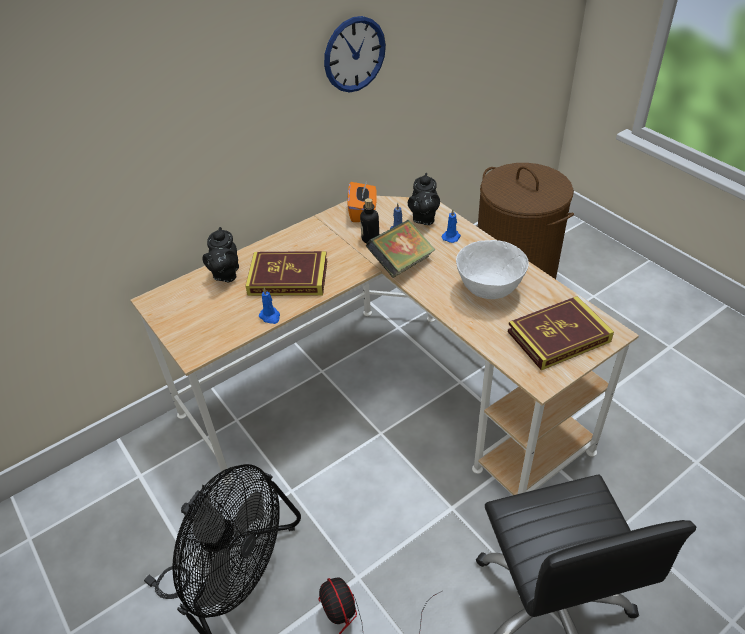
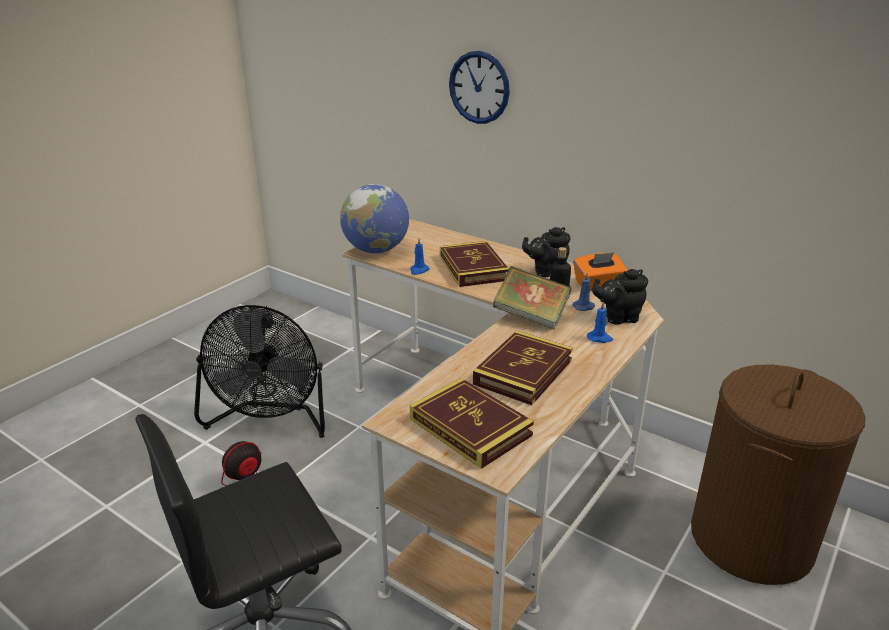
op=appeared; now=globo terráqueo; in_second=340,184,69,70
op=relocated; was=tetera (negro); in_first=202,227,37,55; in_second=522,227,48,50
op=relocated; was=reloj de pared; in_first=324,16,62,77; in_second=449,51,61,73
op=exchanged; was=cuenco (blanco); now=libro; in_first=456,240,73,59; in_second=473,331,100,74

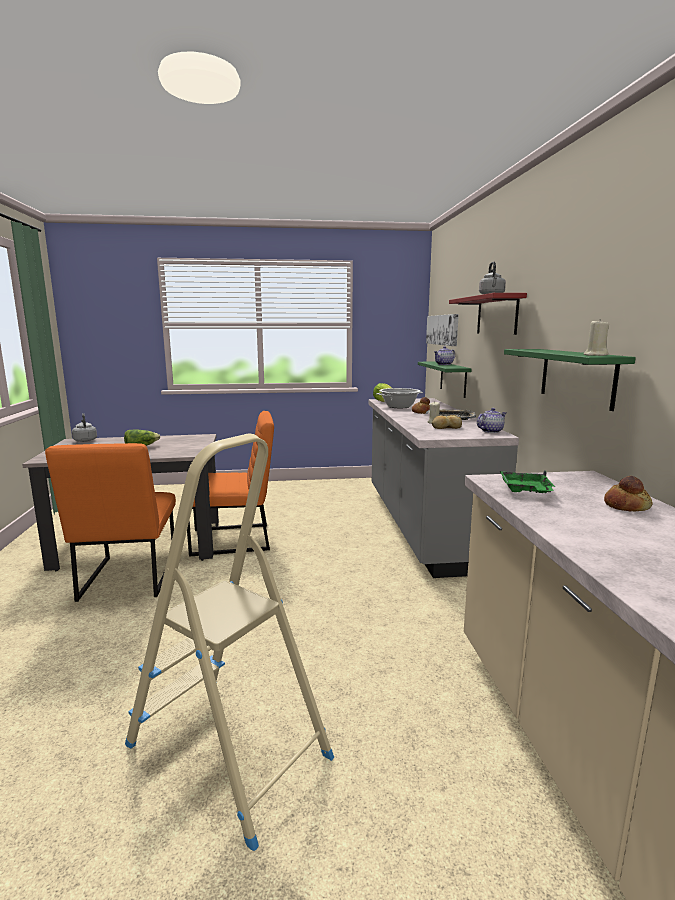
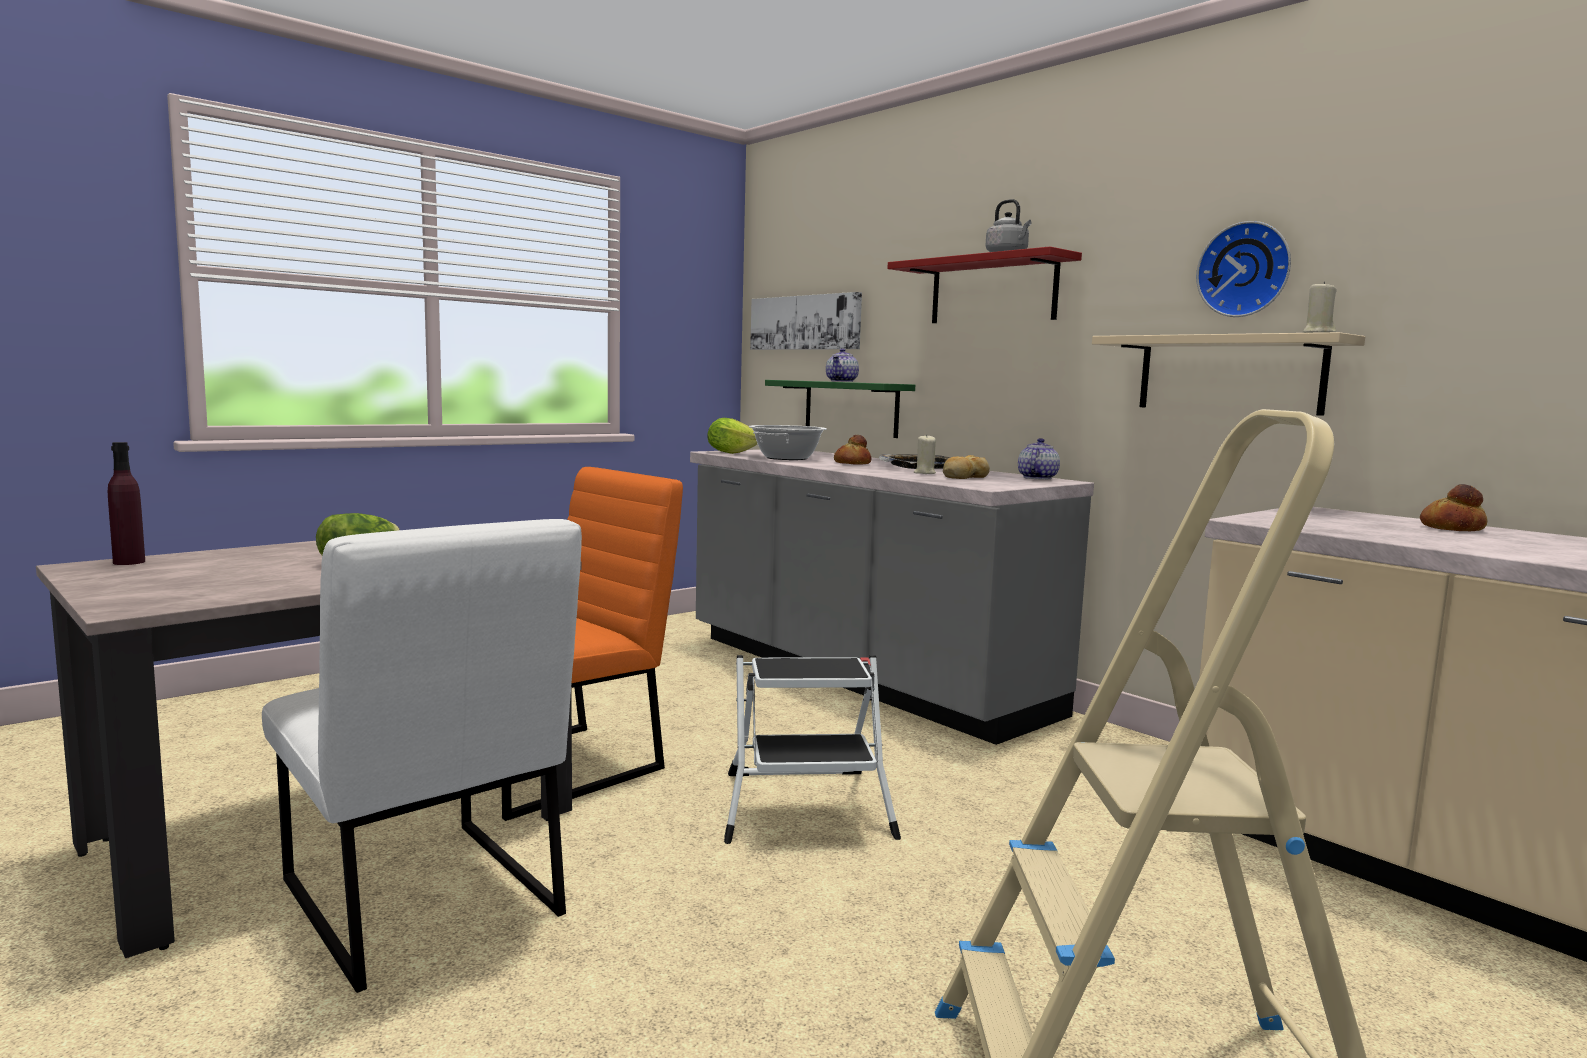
op=missing; was=bandeja (verde); in_first=500,470,55,23
op=appeared; now=escalera de tijera; in_second=724,655,177,189
op=appeared; now=reloj de pared; in_second=1196,221,95,96
op=exchanged; was=hervidor (gris); now=botella (morado); in_first=72,413,25,29; in_second=108,442,37,123
op=colour; was=silla (naranja); now=silla (blanco); in_first=45,443,131,159; in_second=262,519,320,474
op=colour; was=estante (verde); now=estante (beis); in_first=504,349,132,62; in_second=1092,332,273,84

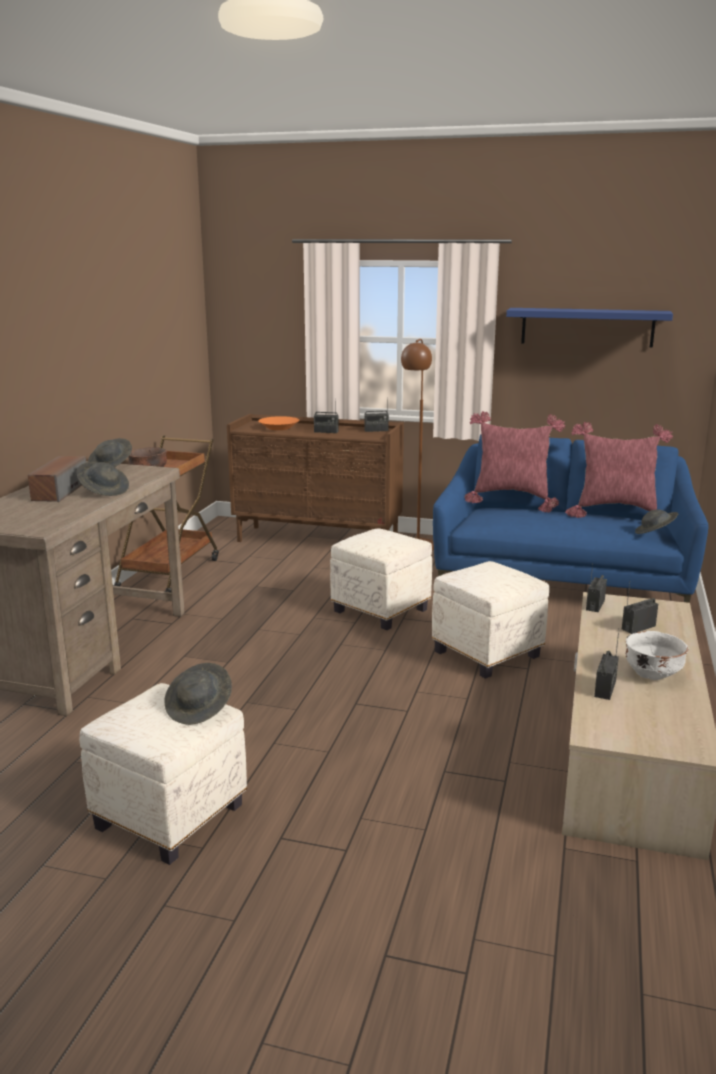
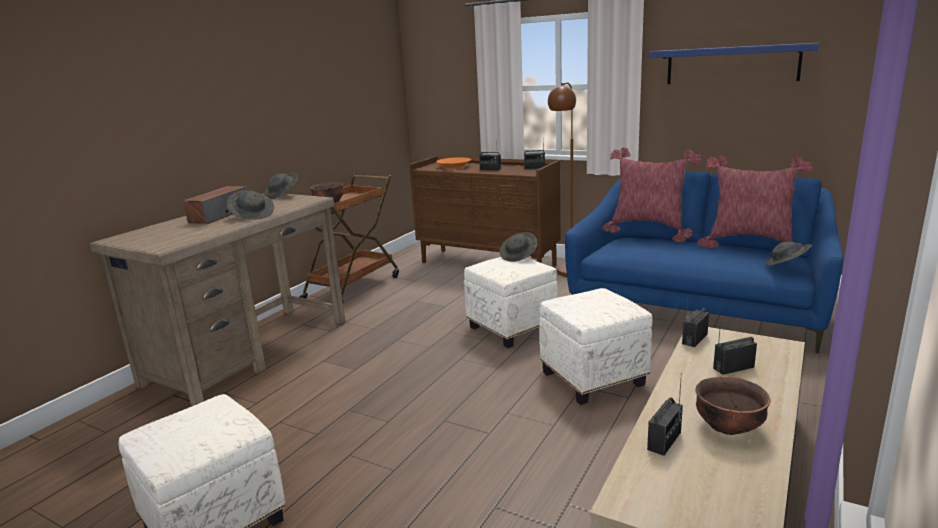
op=relocated; was=sombrero (gris); in_first=164,663,68,62; in_second=500,232,38,30
op=colour; was=cuenco (blanco); now=cuenco (marrón); in_first=626,631,63,49; in_second=695,376,76,59

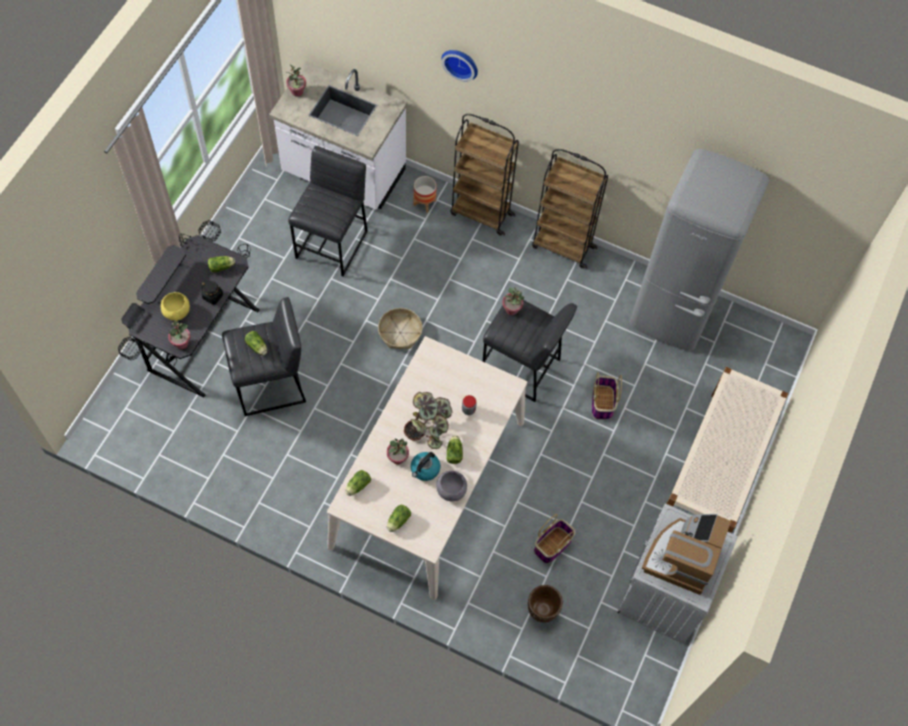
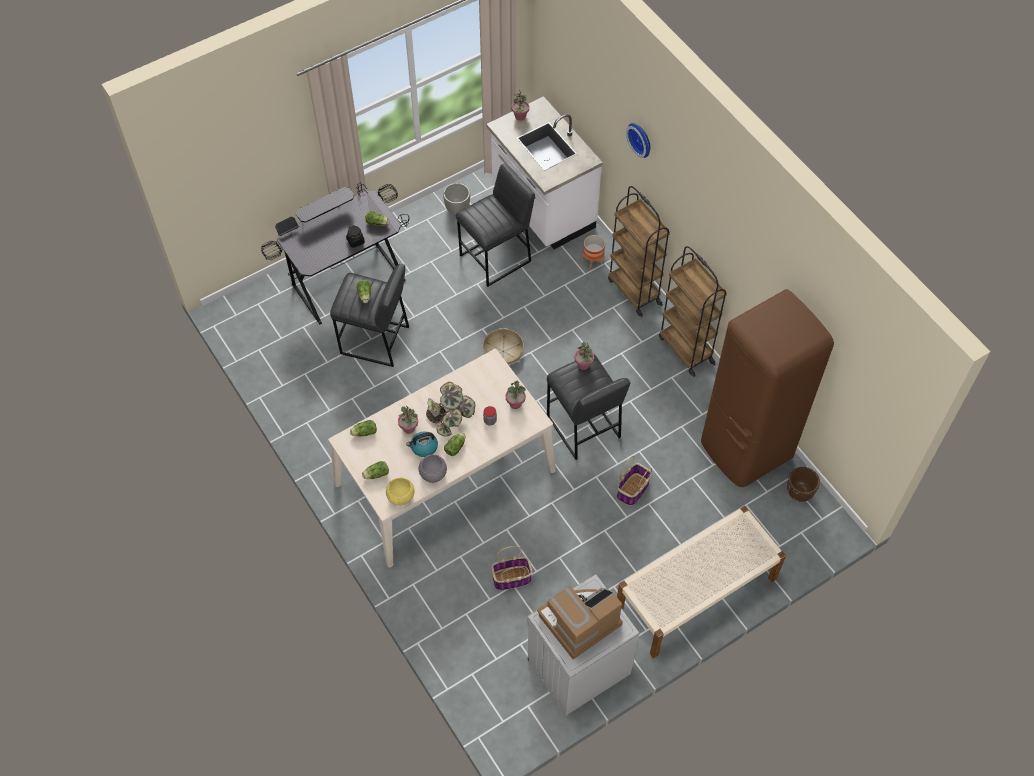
op=appeared; now=maceta (gris); in_second=443,183,27,31
op=relocated; was=cuenco (amarillo); in_first=161,292,29,29; in_second=386,478,29,28
op=relocated; was=planta en maceta; in_first=168,321,22,28; in_second=506,380,20,29
op=relocated; was=maceta (marrón); in_first=528,585,35,38; in_second=787,467,33,35
op=colour; was=nevera (gris); now=nevera (marrón); in_first=630,149,139,202; in_second=701,289,133,198

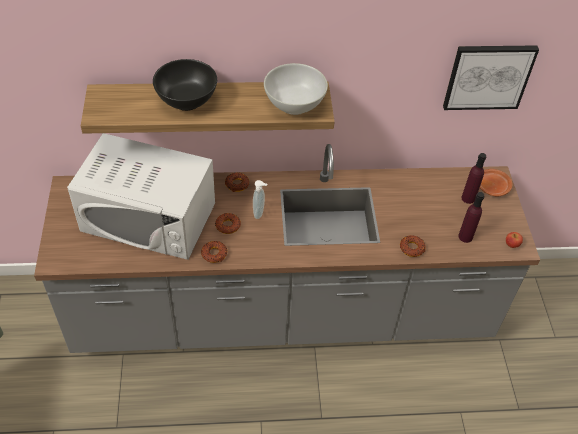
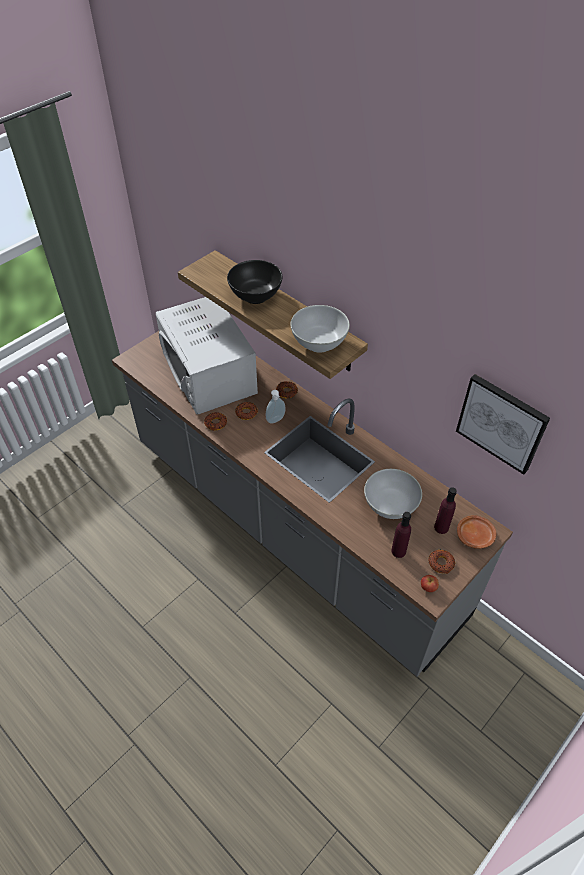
op=appeared; now=cuenco (blanco); in_second=364,469,58,50
op=relocated; was=rosquilla; in_first=400,235,26,22; in_second=429,550,26,24

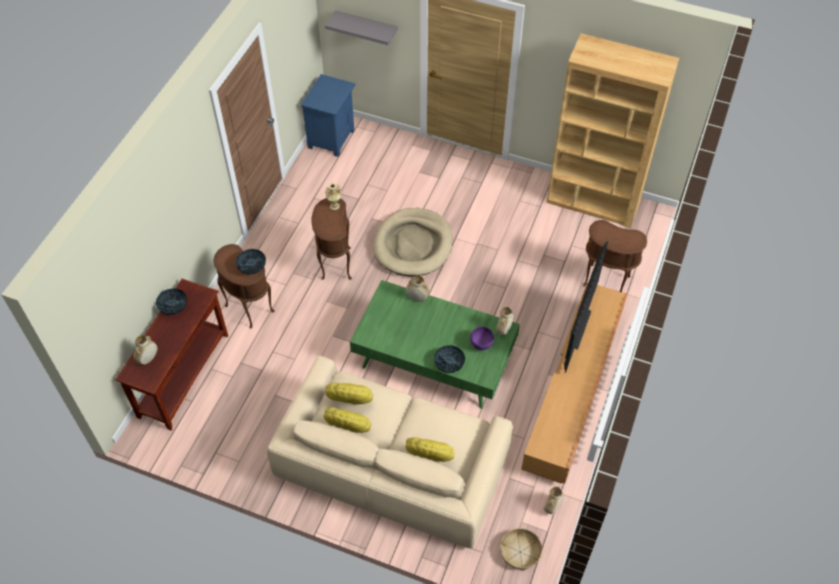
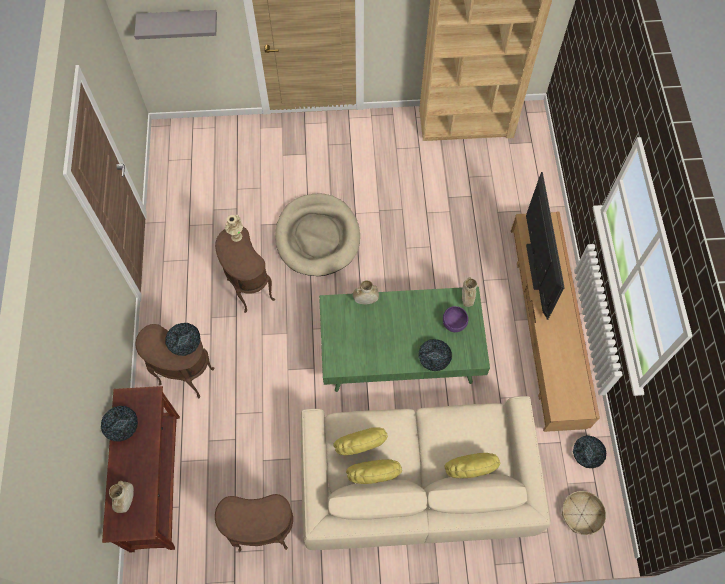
op=missing; was=mesita de noche (azul); in_first=301,74,54,83
op=relocated; was=mesa auxiliar (marrón); in_first=583,220,64,72; in_second=215,494,78,58
op=exchanged; was=florero (beis); now=cuenco; in_first=544,486,19,28; in_second=573,436,33,32

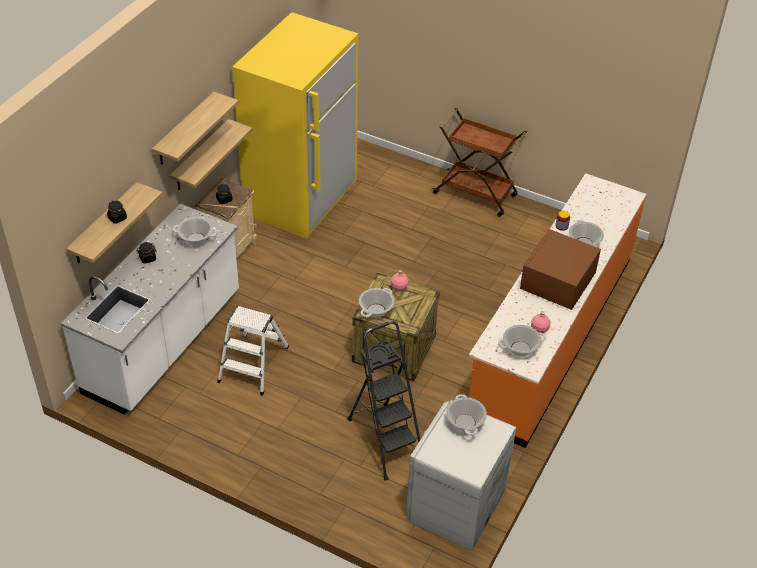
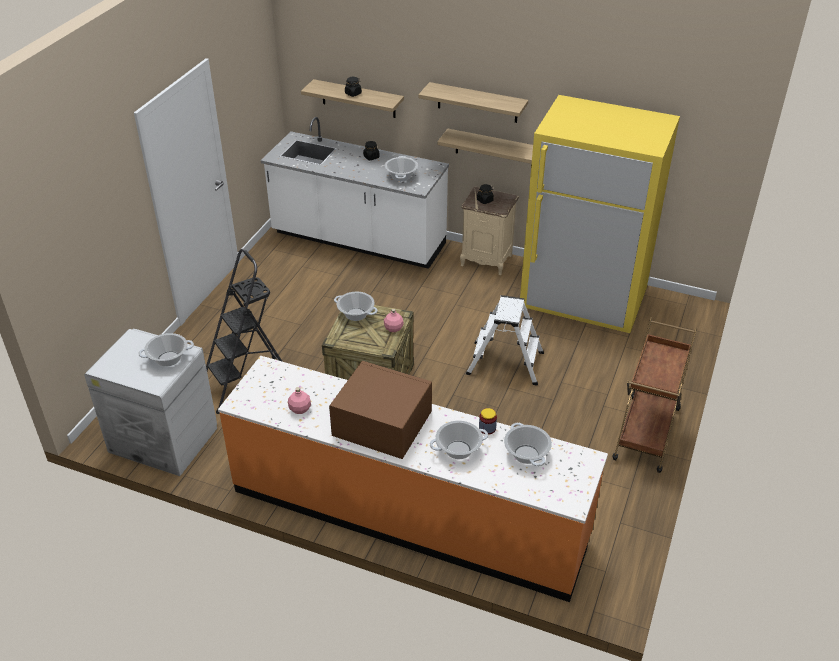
op=relocated; was=escalera de tijera (blanco); in_first=217,305,72,91; in_second=466,295,78,91
op=relocated; was=olla; in_first=498,325,48,31; in_second=504,423,48,43

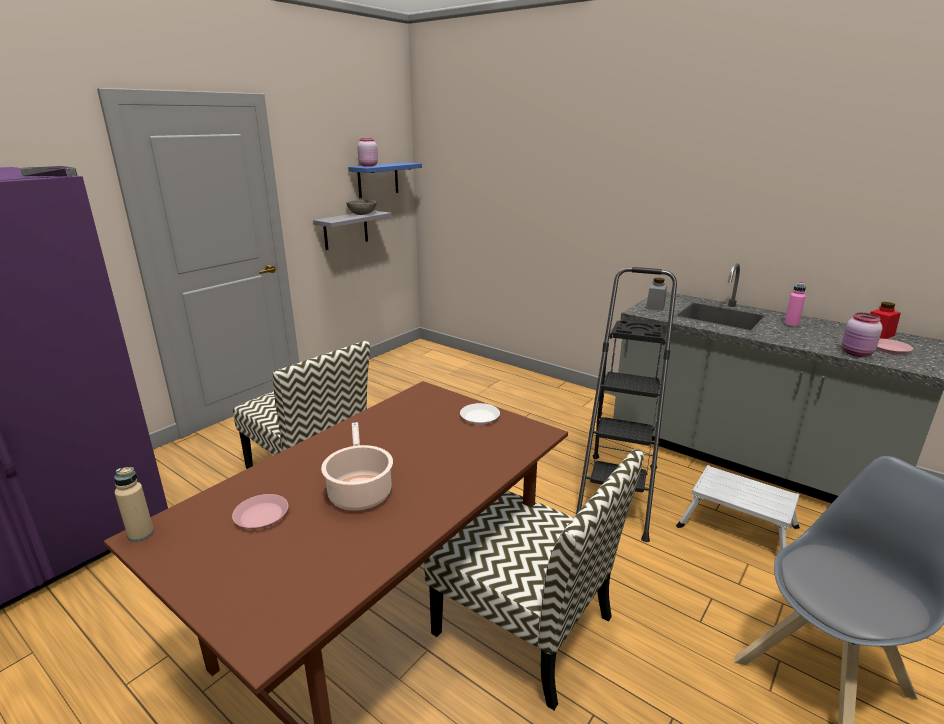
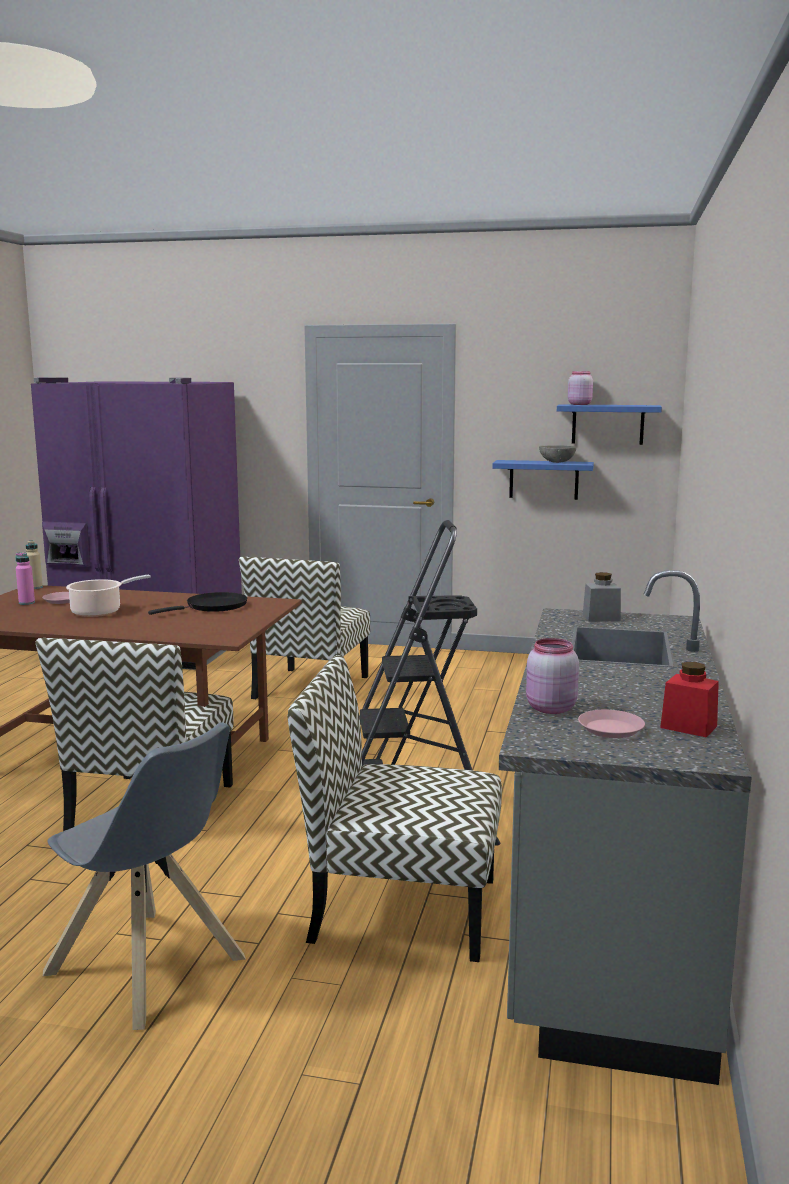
op=missing; was=plato (blanco); in_first=460,403,40,22
op=appeared; now=sartén (negro); in_second=148,592,99,23
op=relocated; was=botella (rosa); in_first=784,282,22,45; in_second=16,553,19,52
op=exchanged; was=escalera de tijera (blanco); now=silla; in_first=676,465,124,86; in_second=287,655,215,307
op=colour; was=estante (gris); now=estante (azul); in_first=313,210,79,40; in_second=492,460,102,40

